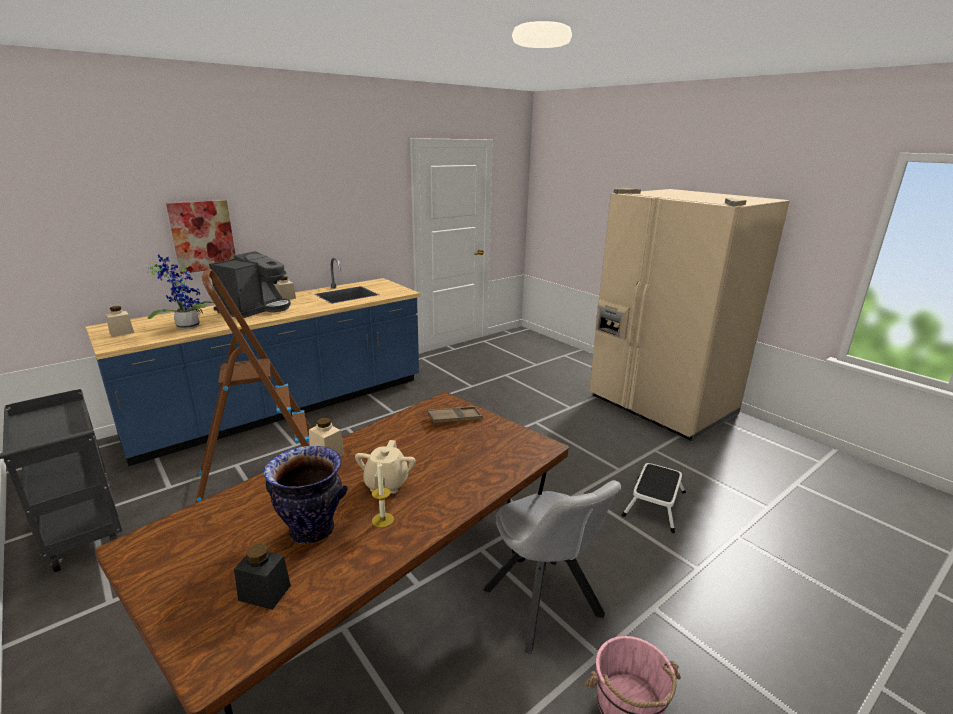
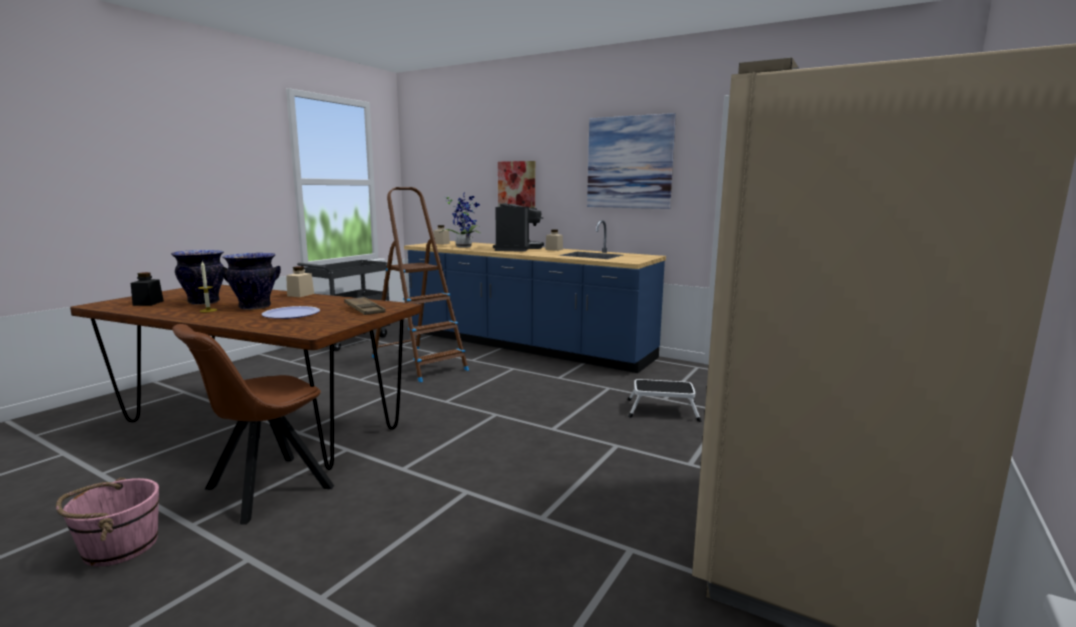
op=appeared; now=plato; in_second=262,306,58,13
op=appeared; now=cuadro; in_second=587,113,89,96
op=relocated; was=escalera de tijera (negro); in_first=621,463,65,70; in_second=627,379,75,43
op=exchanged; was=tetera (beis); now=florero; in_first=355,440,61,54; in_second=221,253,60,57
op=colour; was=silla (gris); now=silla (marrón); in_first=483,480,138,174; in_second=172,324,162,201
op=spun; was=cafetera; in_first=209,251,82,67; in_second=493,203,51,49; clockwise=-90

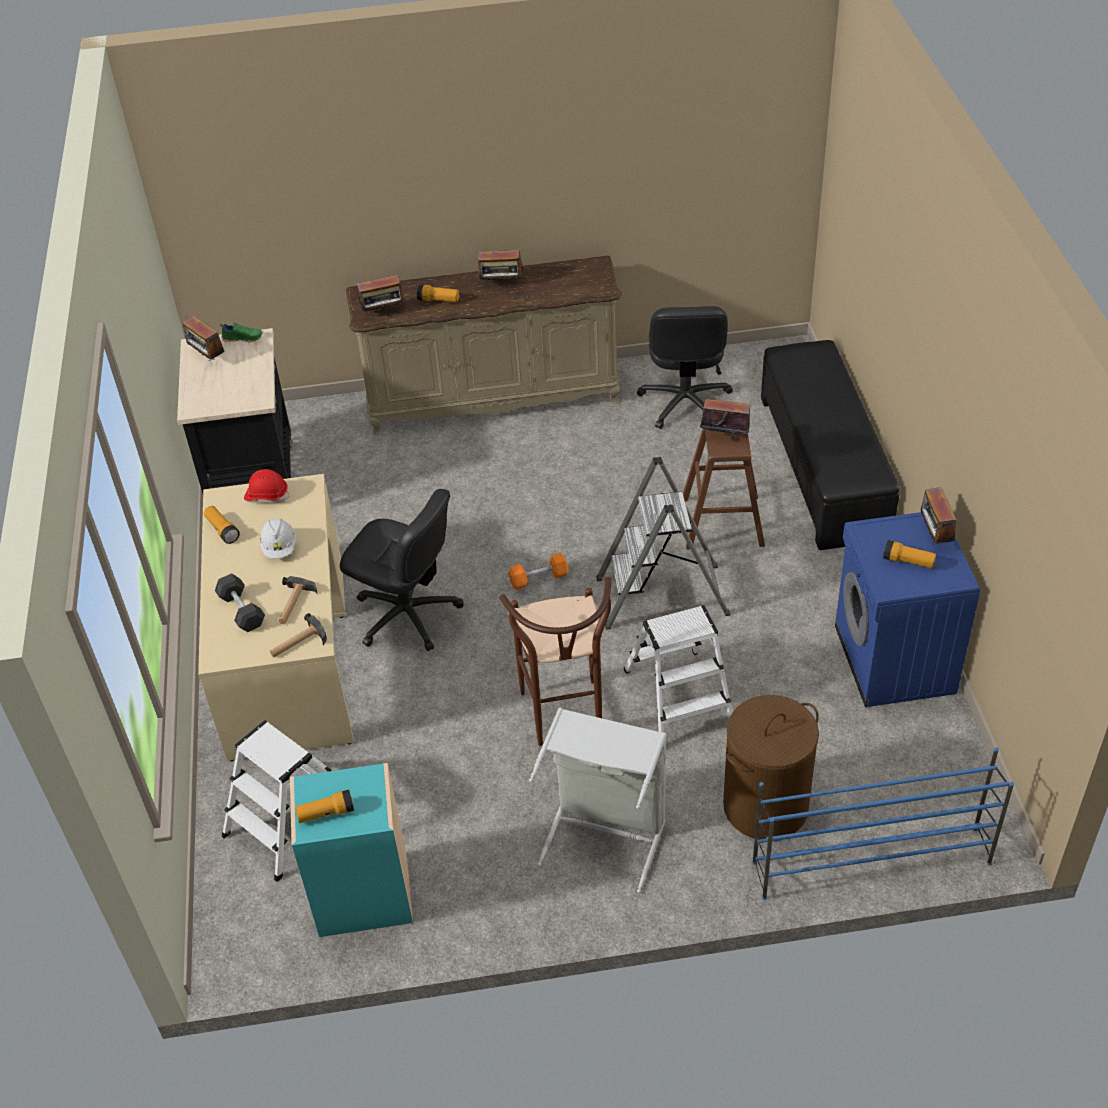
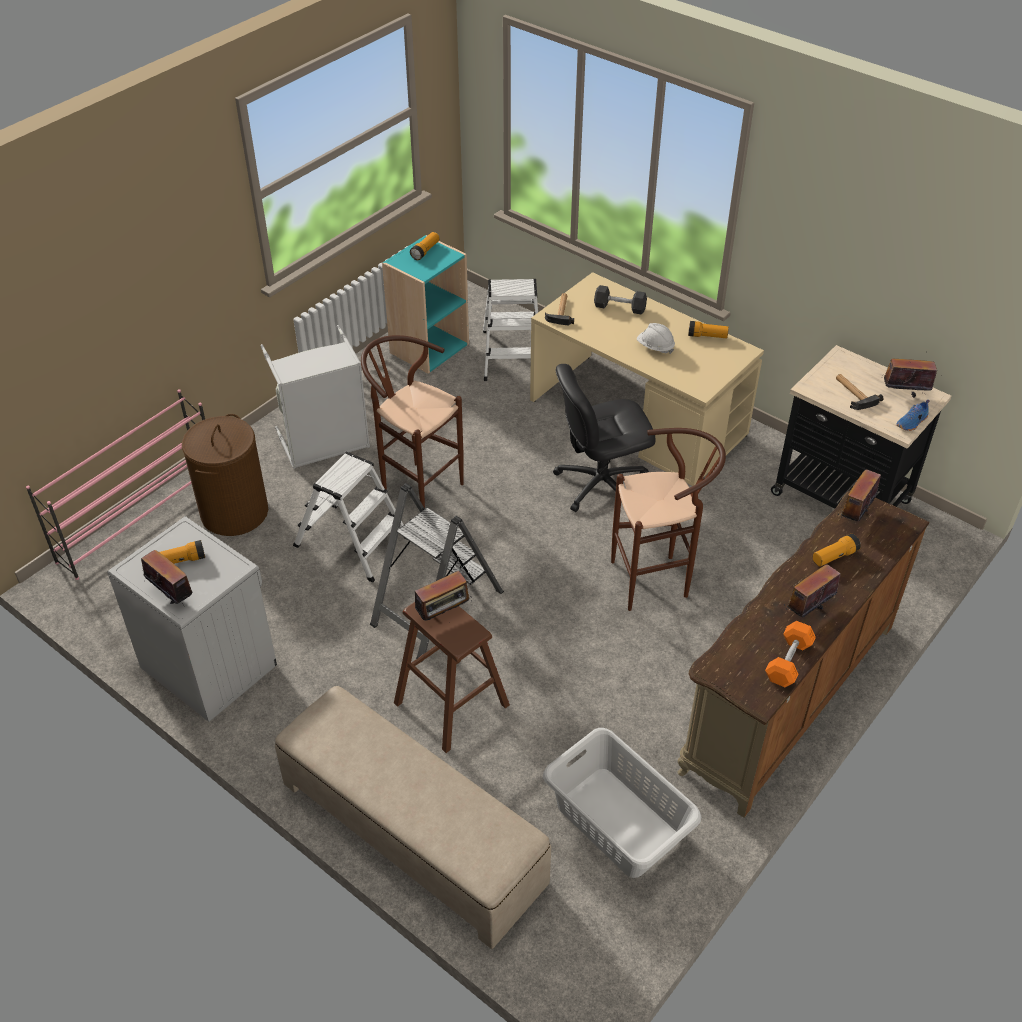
op=missing; was=casco (rojo); in_first=244,469,46,34
op=appeared; now=taburete (marrón); in_second=611,428,115,183
op=relocated; was=martillo; in_first=278,576,40,48; in_second=836,374,47,36
op=relocated; was=mancuerna (naranja); in_first=508,553,61,37; in_second=765,621,51,66
op=exchanged; was=silla de oficina (negro); now=cesto de la ropa (gris); in_first=637,306,96,123; in_second=543,728,158,150
op=colour; was=zapato (verde); now=zapato (azul); in_first=220,322,42,20; in_second=896,400,34,31
op=colour; was=zapatero (azul); now=zapatero (rosa); in_first=752,747,262,153; in_second=26,389,179,191
op=colour; was=banco (negro); now=banco (beis); in_first=761,340,139,210; in_second=275,686,276,263
op=colour; was=lavadora (azul); now=lavadora (blanco); in_first=835,512,145,195; in_second=107,516,170,206

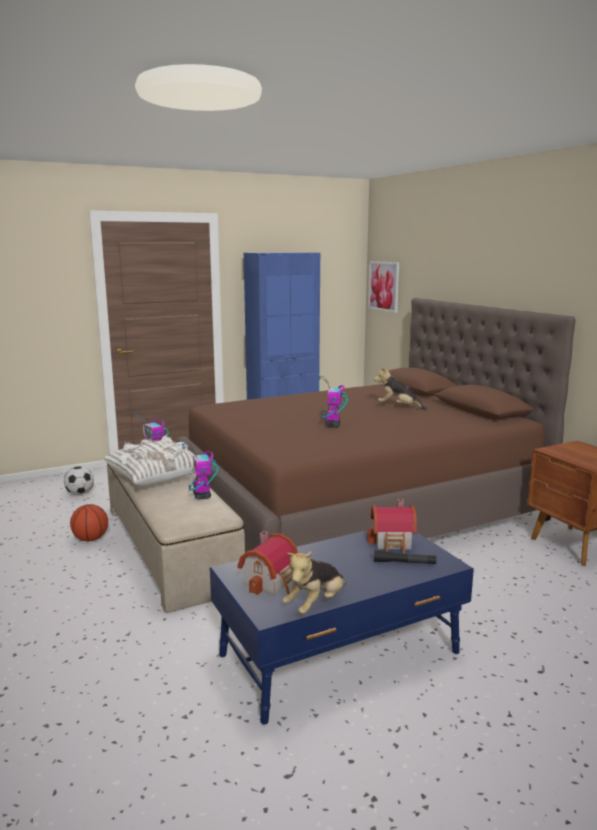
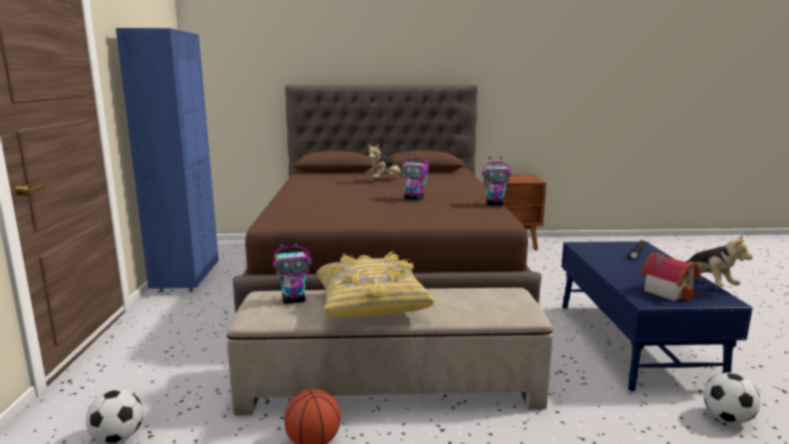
op=missing; was=casita; in_first=367,499,50,55
op=missing; was=cuadro; in_first=368,261,31,52
op=appeared; now=balón de fútbol; in_second=704,373,56,51
op=relocated; was=robot de juguete; in_first=182,443,37,56; in_second=482,156,30,50
op=colour; was=cojín (blanco); now=cojín (amarillo); in_first=104,435,91,51; in_second=317,251,117,66

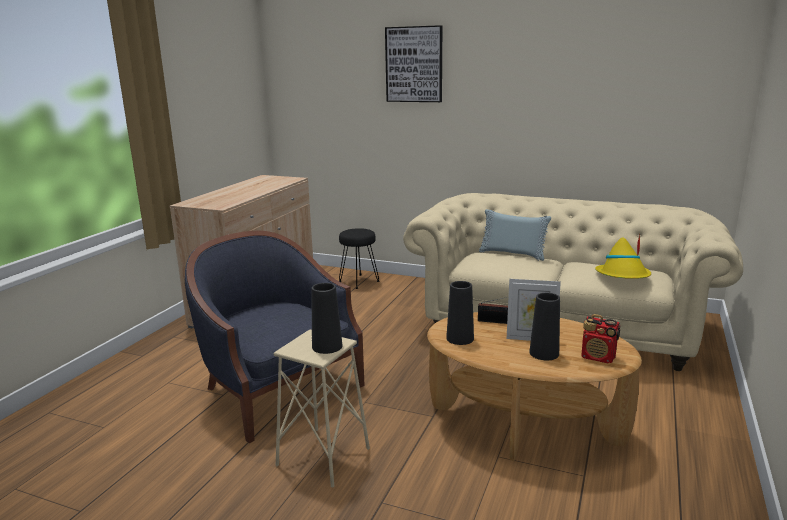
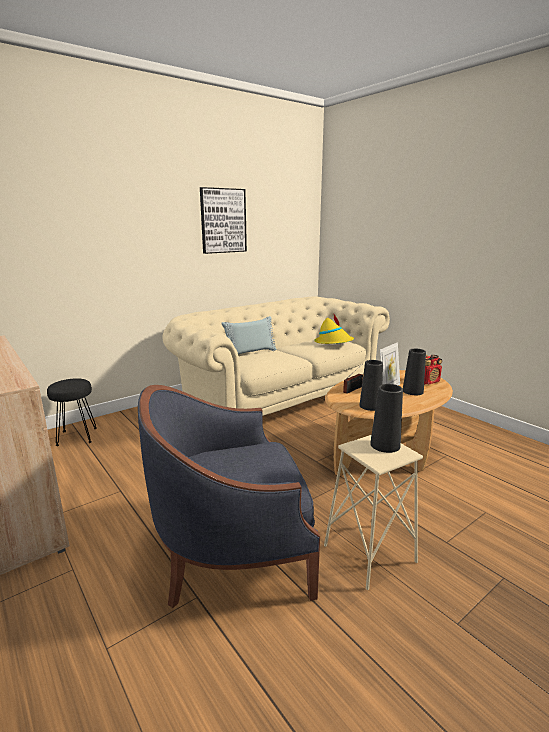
op=relocated; was=cuadro; in_first=385,25,57,77; in_second=200,187,47,67

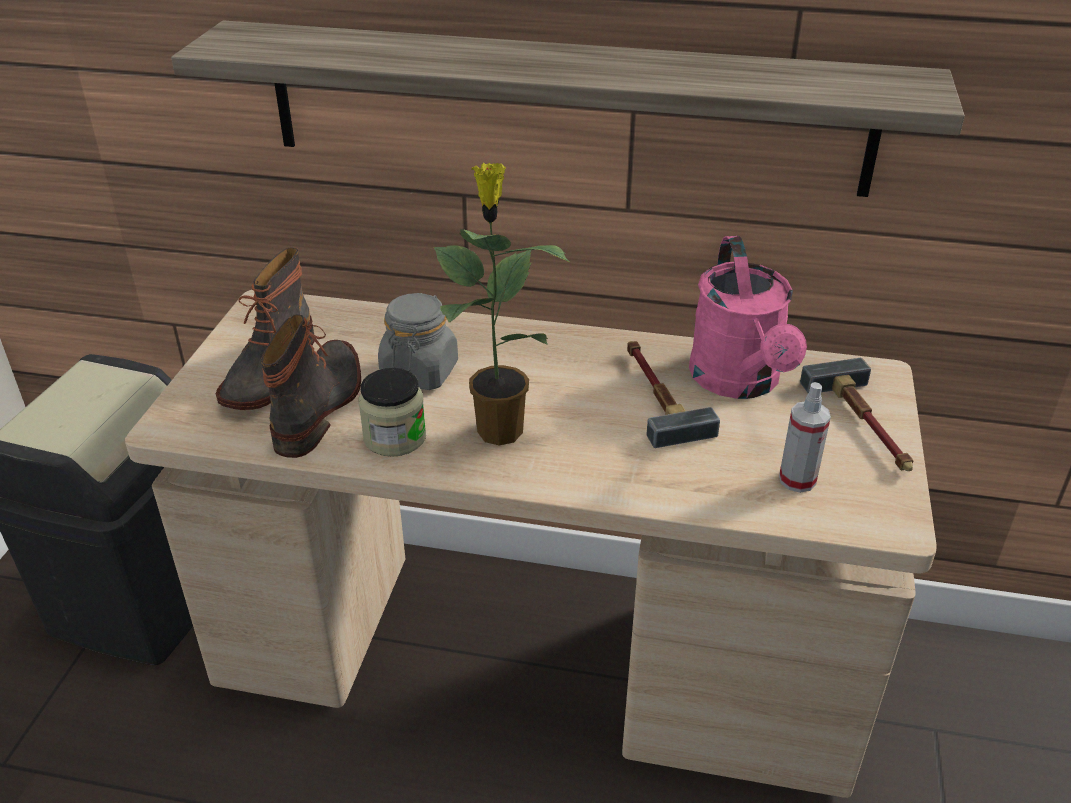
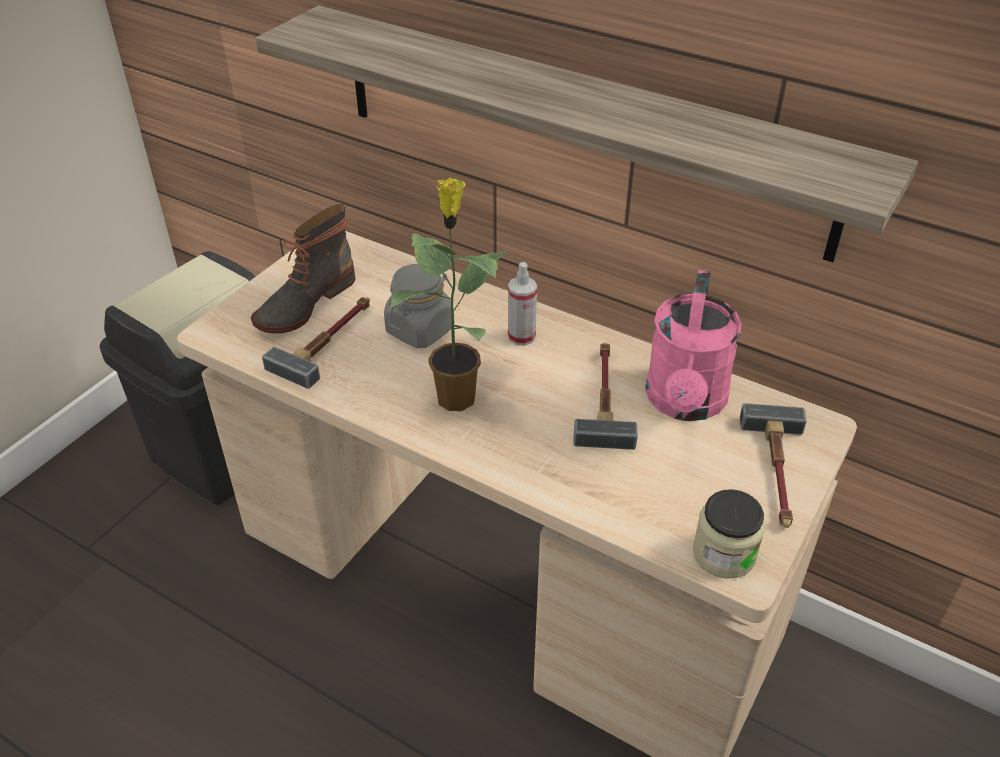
op=relocated; was=tarro; in_first=359,368,67,89; in_second=693,489,72,90
op=relocated; was=pulverizador; in_first=779,382,52,111; in_second=508,262,29,84
op=exchanged; was=bota; now=martillo; in_first=261,314,100,144; in_second=262,297,108,92

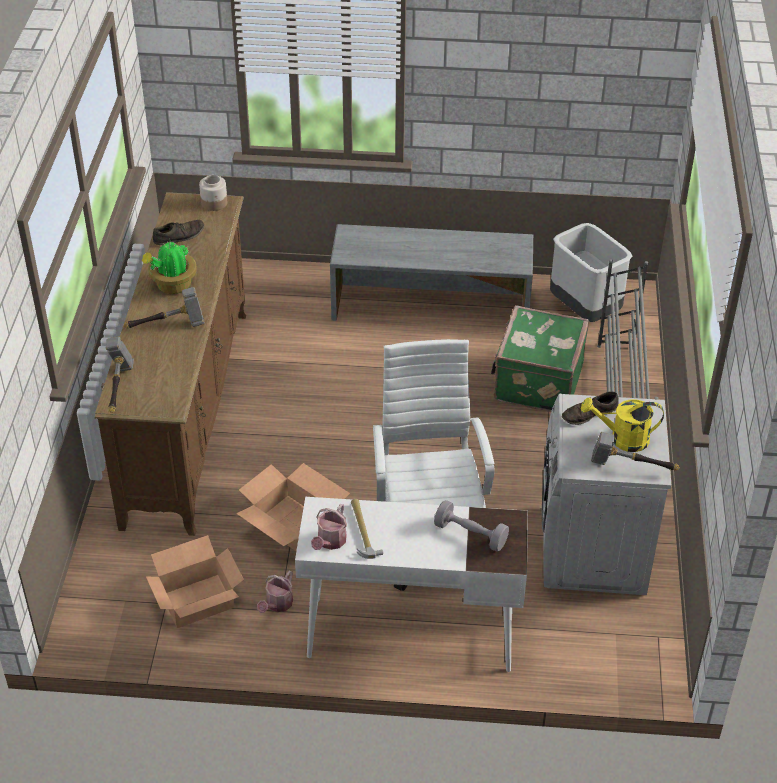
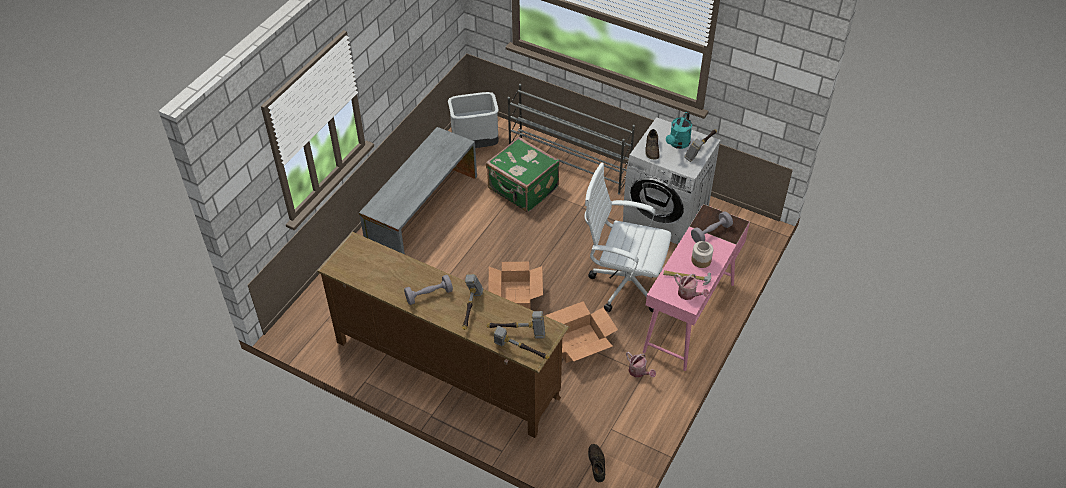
op=appeared; now=martillo; in_second=486,311,59,27
op=relocated; was=caja de cartón; in_first=146,535,98,93; in_second=488,262,55,47
op=relocated; was=zapato (marrón); in_first=153,220,51,25; in_second=588,444,17,38
op=relocated; was=tarro; in_first=199,175,28,36; in_second=691,241,22,27
op=exchanged; was=planta en maceta; now=mancuerna (gris); in_first=142,242,55,52; in_second=404,275,49,30
op=colour; was=escritorio (blanco); now=escritorio (rosa); in_first=295,497,233,175; in_second=643,204,107,167
op=colour; was=regadera (amarillo); now=regadera (turquesa); in_first=581,398,83,54; in_second=666,112,26,37

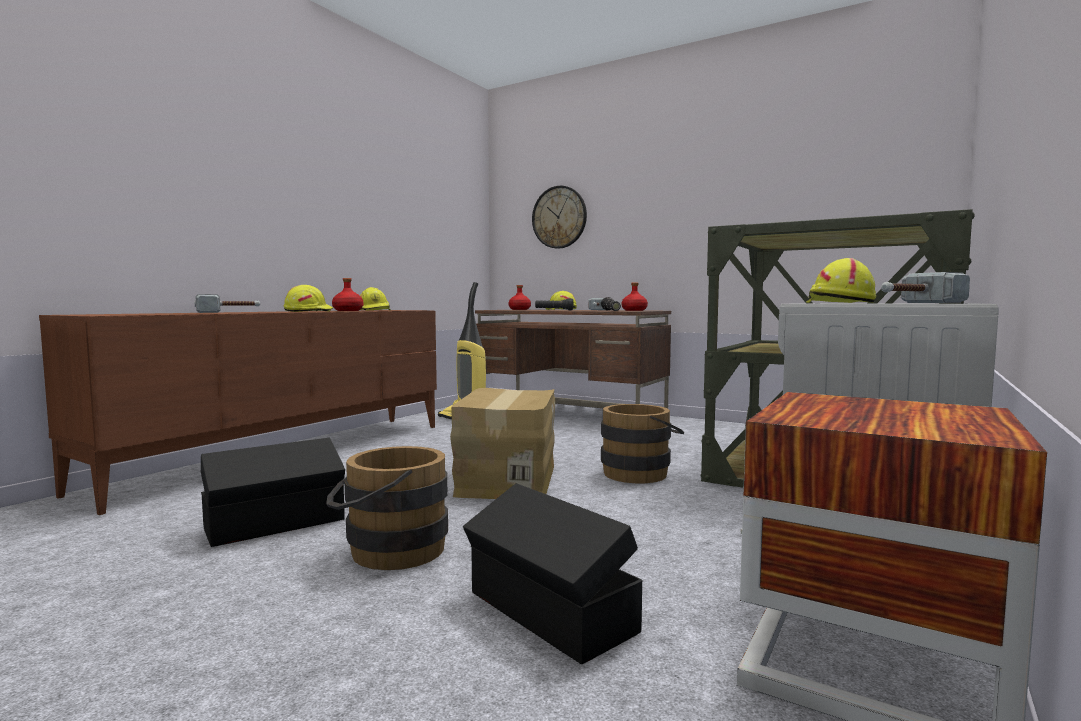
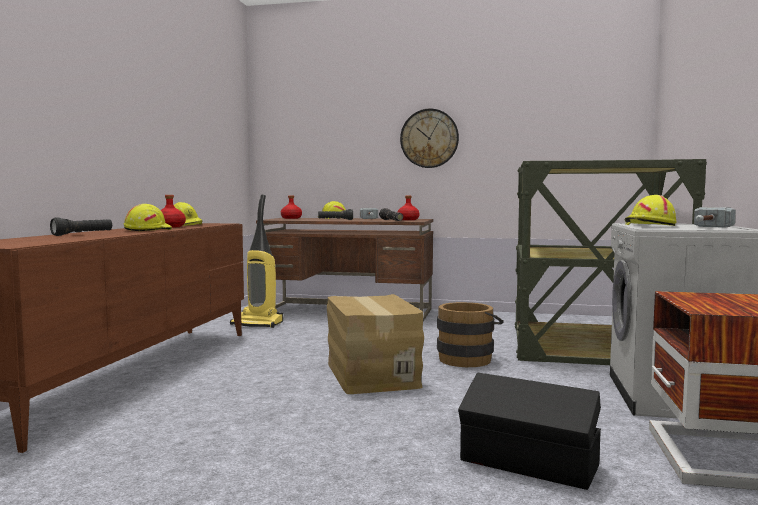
op=missing; was=caja de almacenaje (negro); in_first=200,438,145,109
op=missing; was=cubo (marrón); in_first=326,446,122,124
op=relocated; was=reloj de pared; in_first=532,186,55,63; in_second=400,109,59,59
op=exchanged; was=martillo; now=linterna (negro); in_first=194,294,66,19; in_second=50,217,62,19

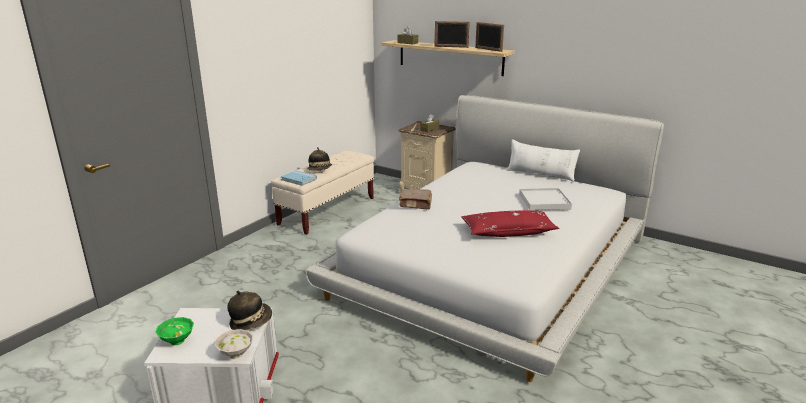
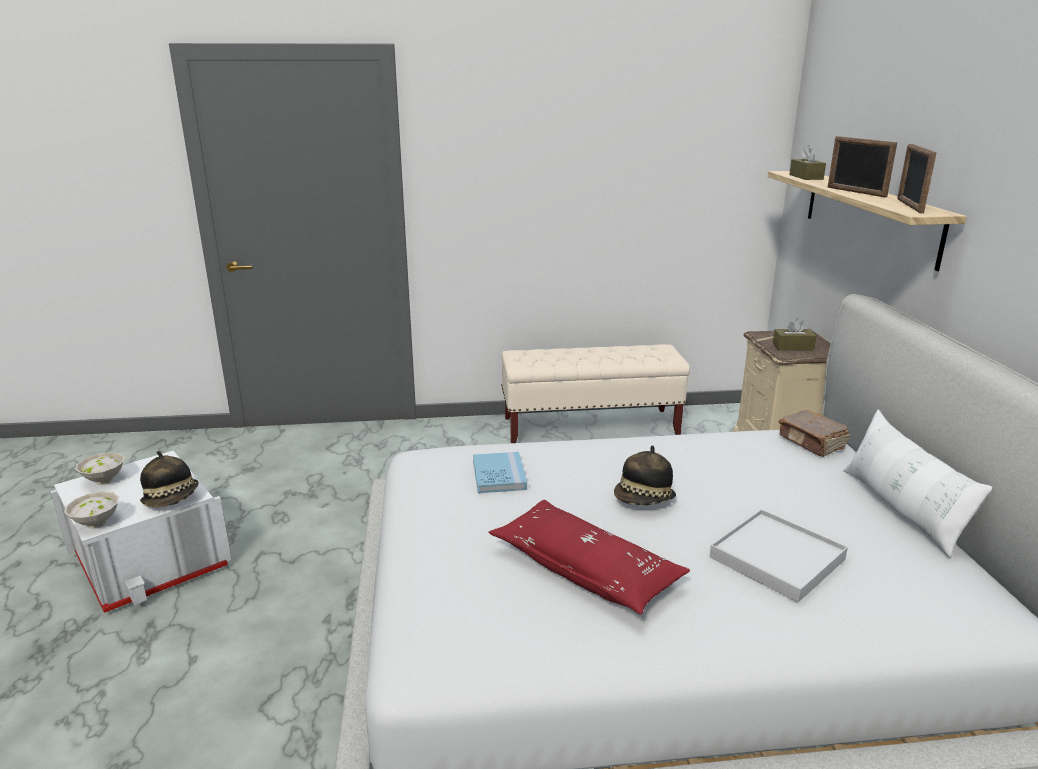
op=relocated; was=libro (azul); in_first=281,170,36,16; in_second=473,452,54,41
op=relocated; was=sombrero; in_first=308,147,24,24; in_second=614,445,62,60
op=relocated; was=libro (marrón); in_first=399,189,33,21; in_second=779,410,71,47
op=colour; was=cuenco (verde); now=cuenco (blanco); in_first=156,317,38,28; in_second=75,452,50,33

